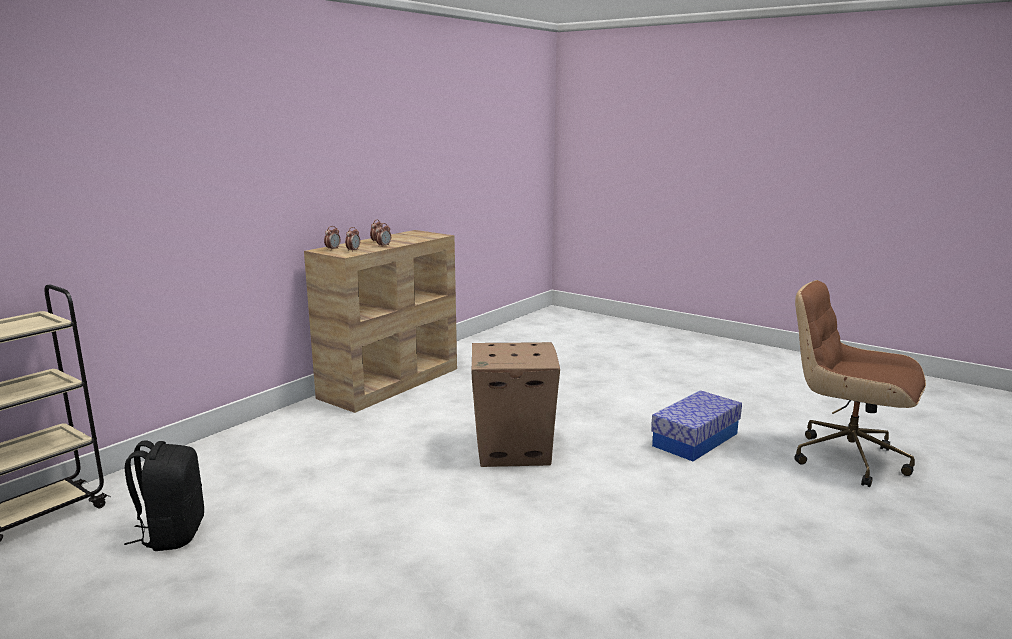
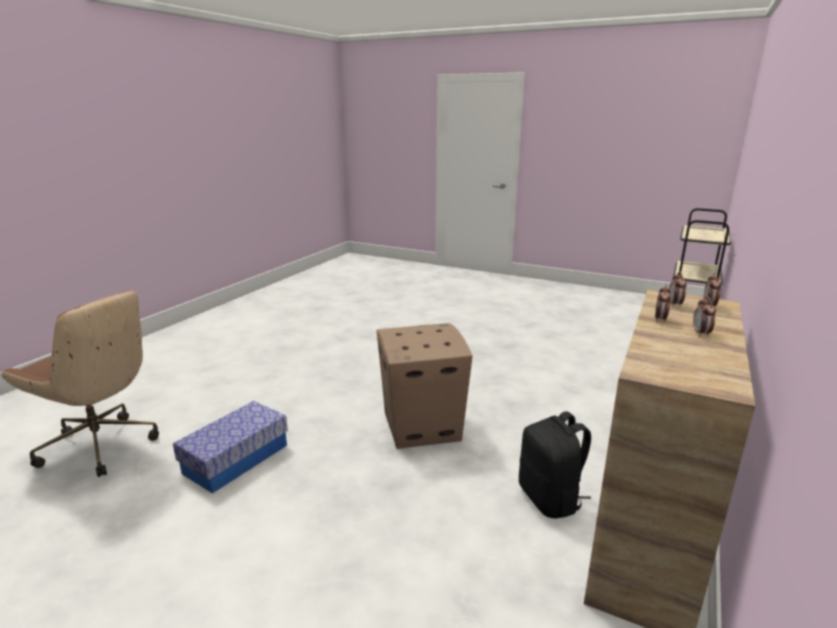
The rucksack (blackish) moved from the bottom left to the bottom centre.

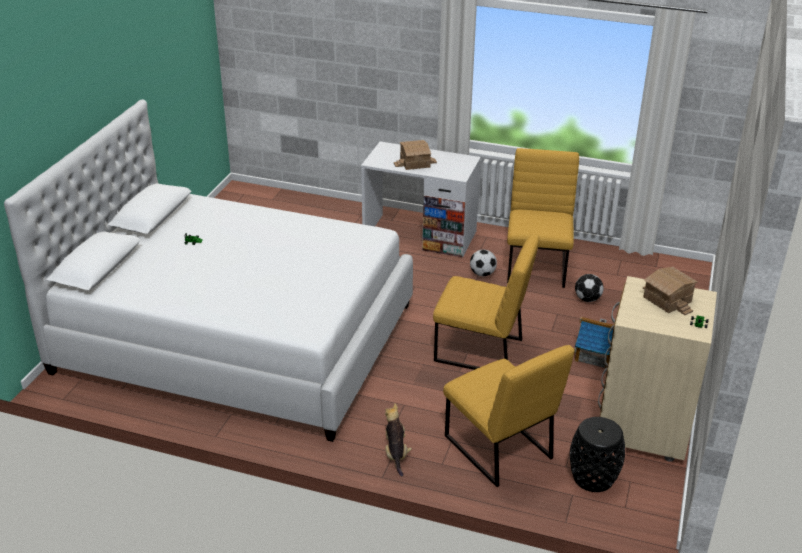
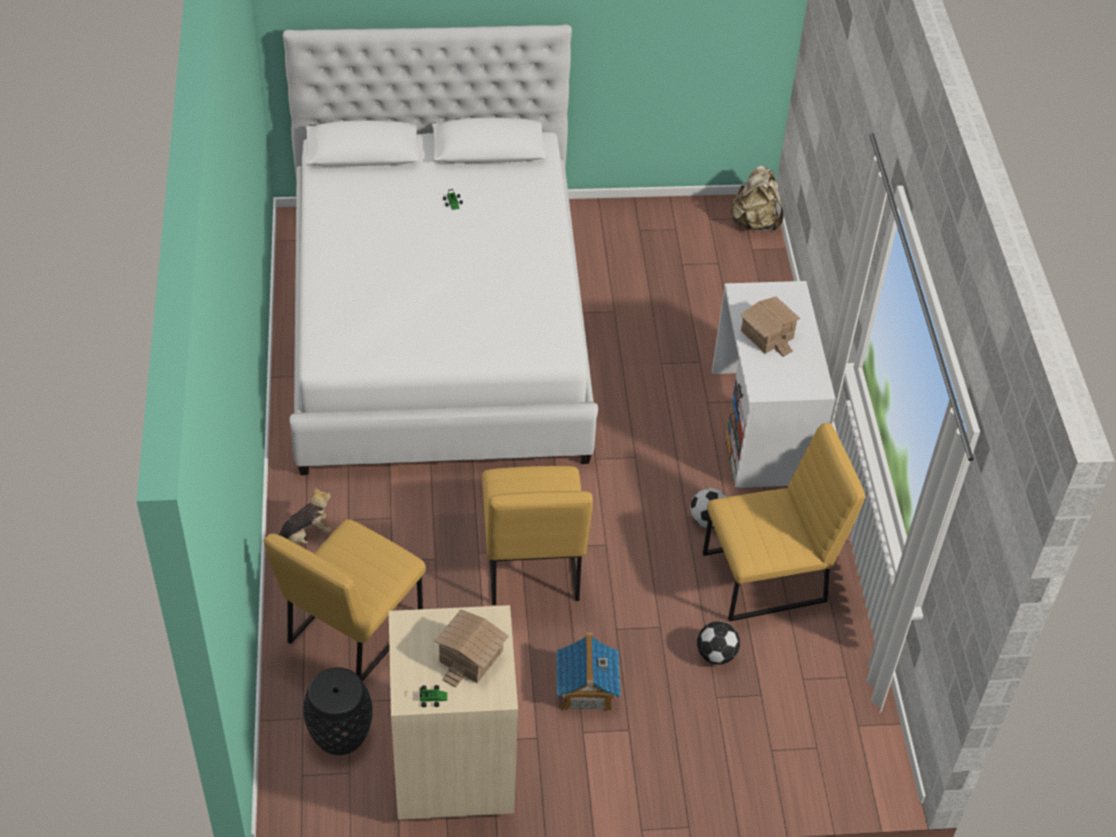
The rucksack (beige-coloured) at the top right appeared.

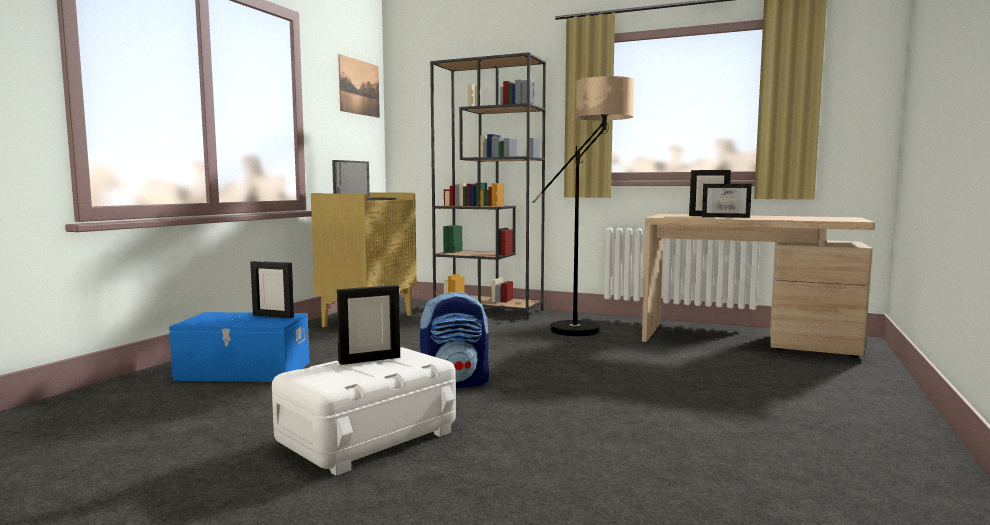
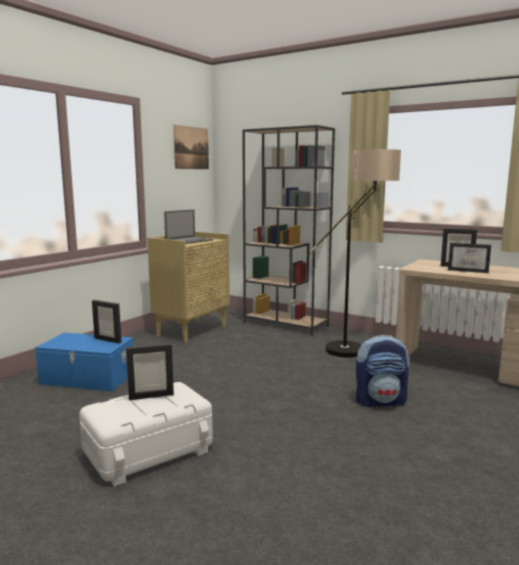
The rucksack moved from the centre to the middle right.

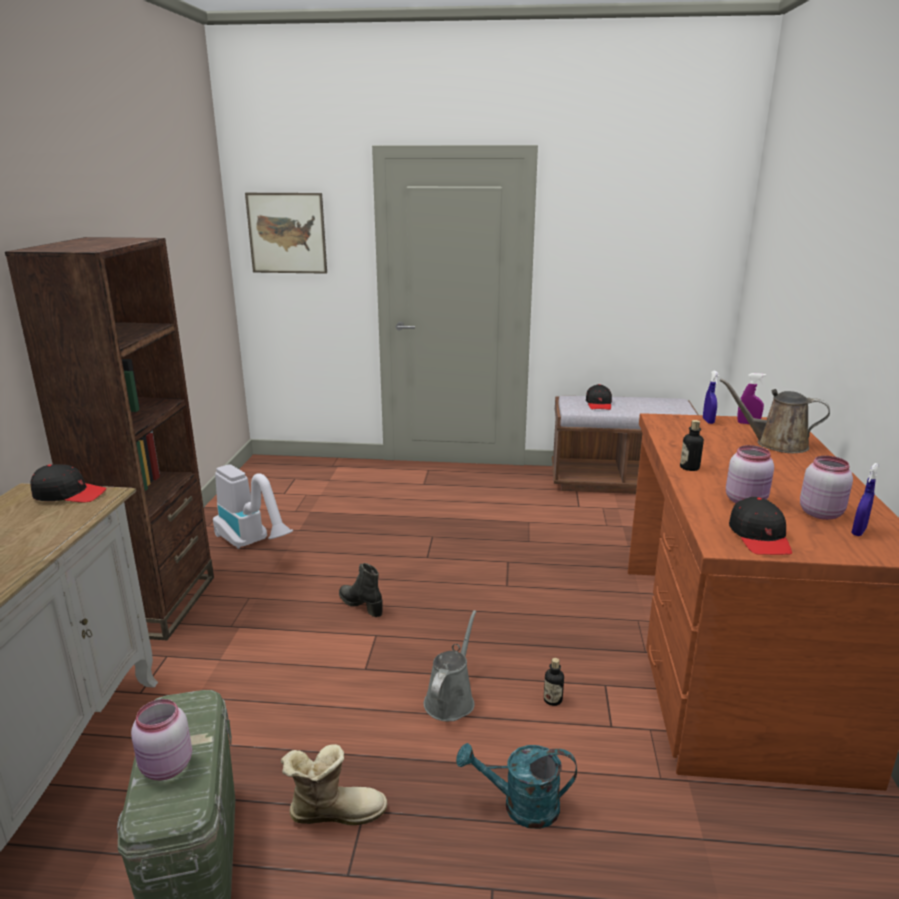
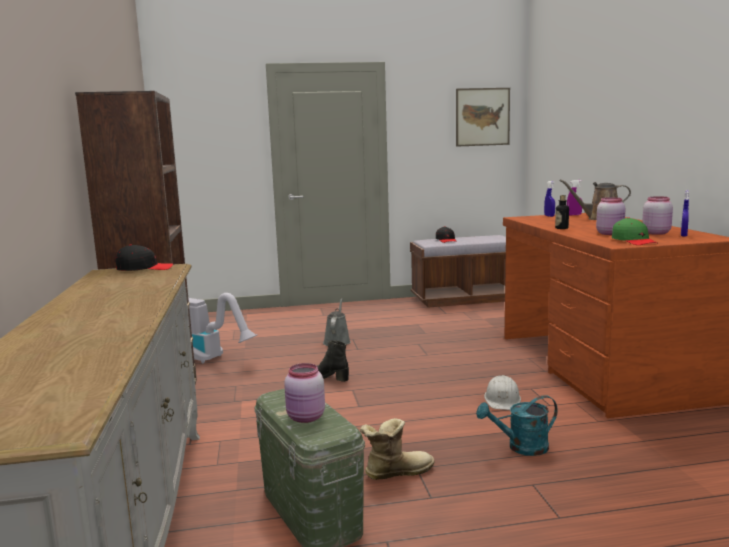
The sprinkling can (grey) moved from the bottom centre to the centre.
The wall art moved from the top left to the top centre.
The drink bottle (1st from left) at the bottom centre was replaced by the safety helmet (white-coloured) at the bottom right.
The baseball cap (blackish) (3rd from left) at the middle right became the baseball cap (greenish) at the middle right.

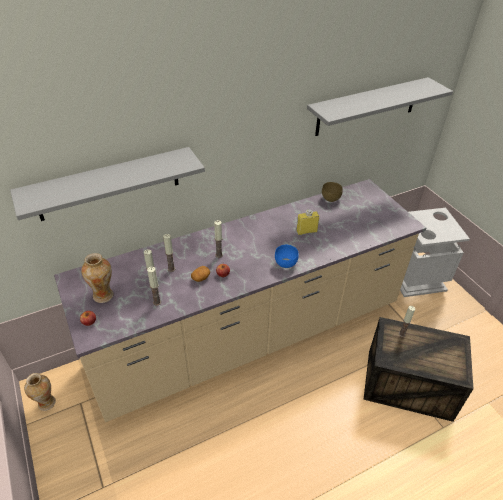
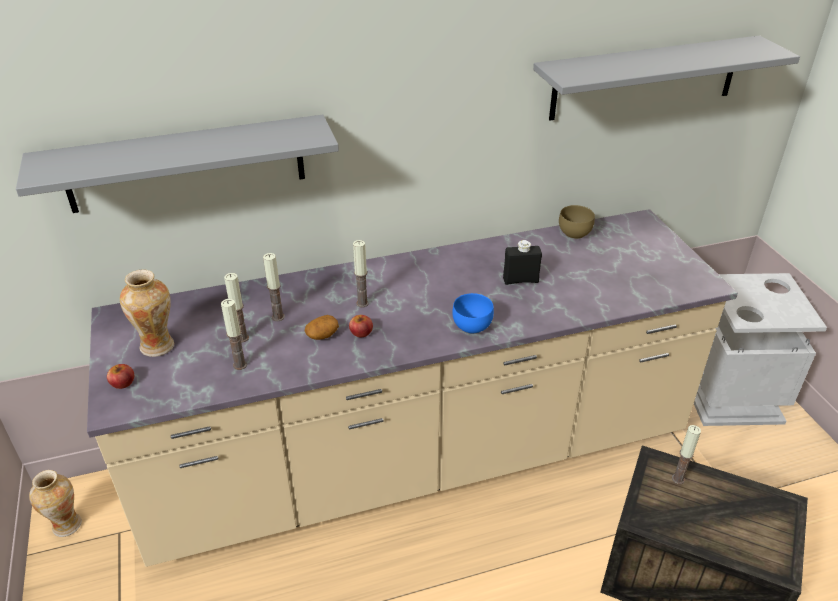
The drink bottle (yellow) at the centre became the drink bottle (blackish) at the centre.

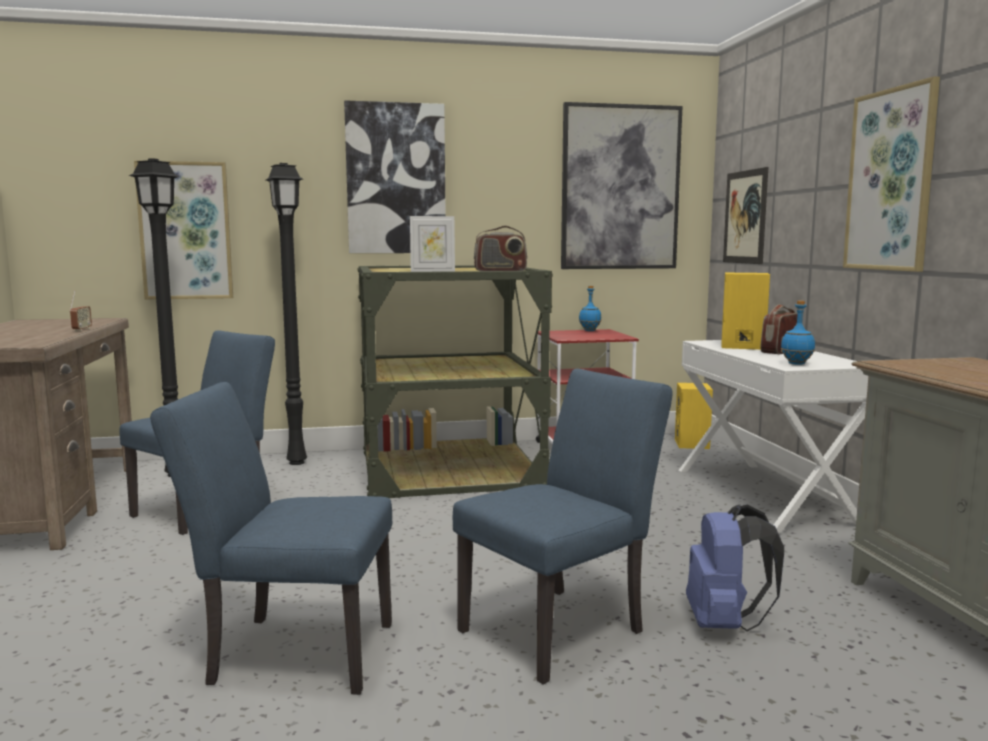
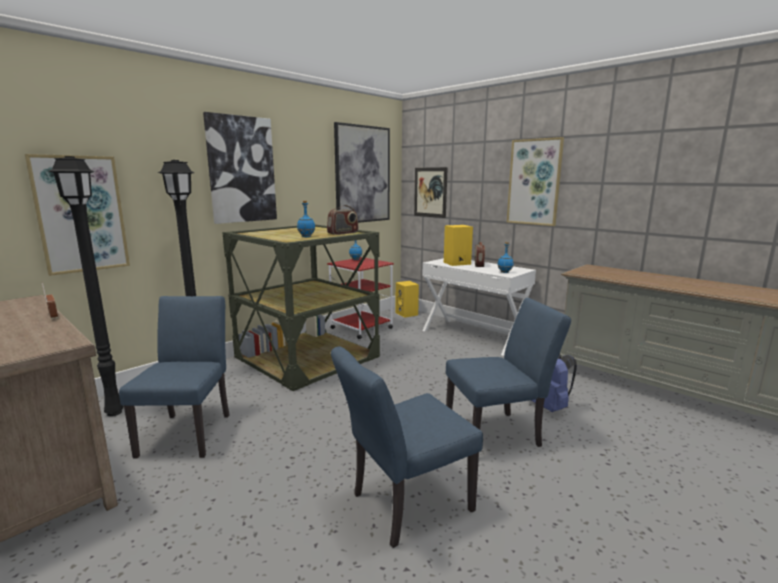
The standing frame at the top centre was replaced by the drink bottle (blue) (1st from left) at the centre.
The upright chair (blue) (3rd from left) at the bottom centre turned 60 degrees clockwise.

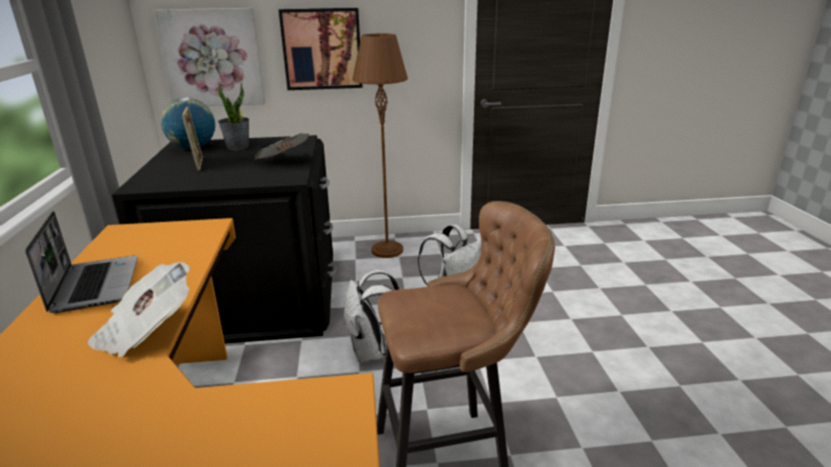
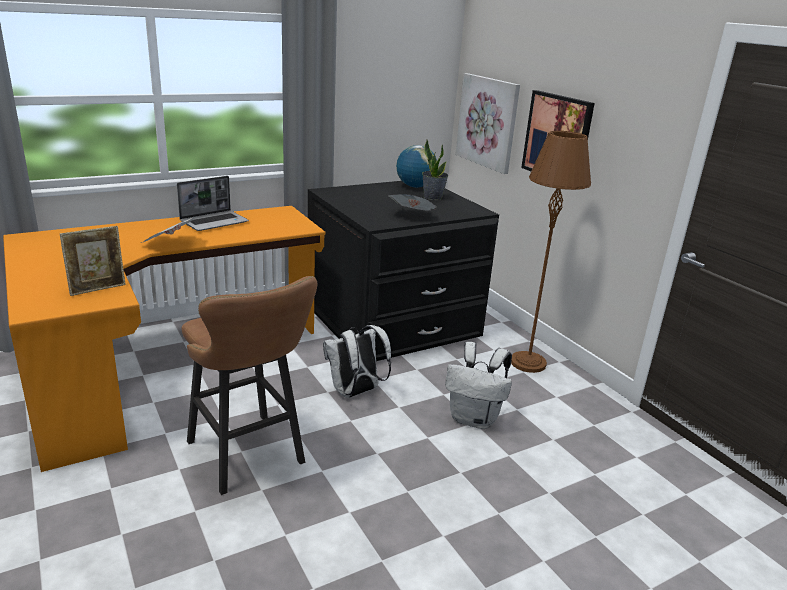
The standing frame moved from the top left to the middle left.

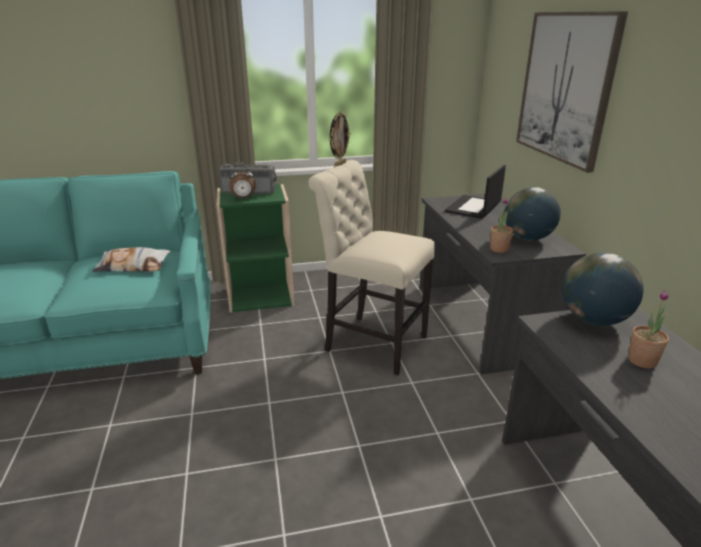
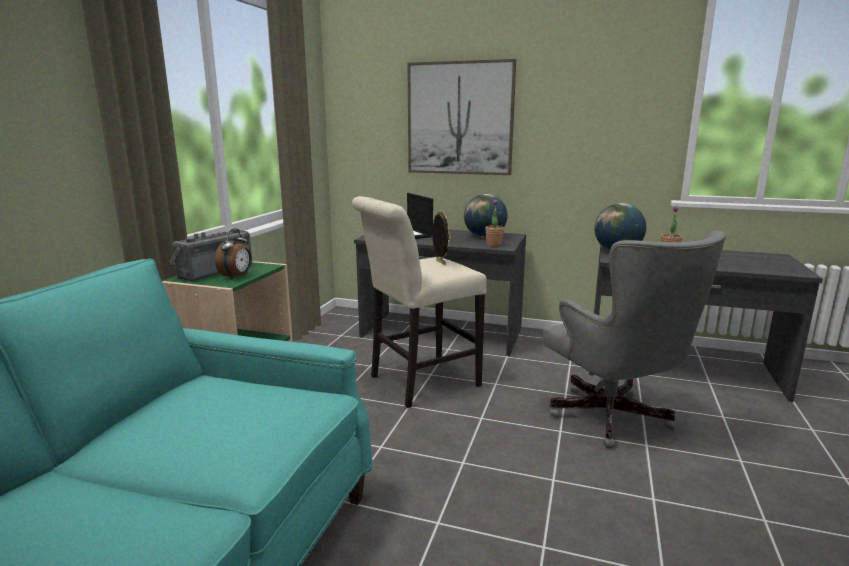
The standing frame moved from the top centre to the centre.
The office chair (grey) at the middle right appeared.
The cushion at the middle left disappeared.

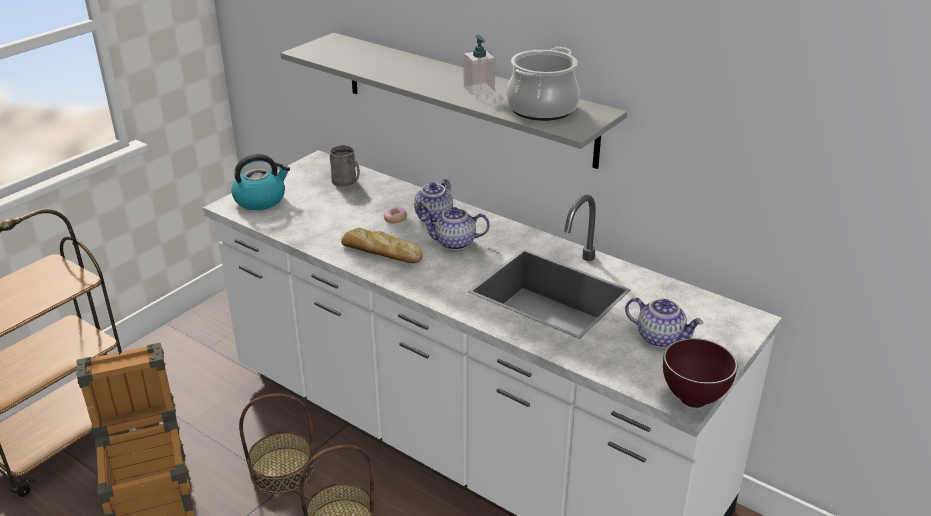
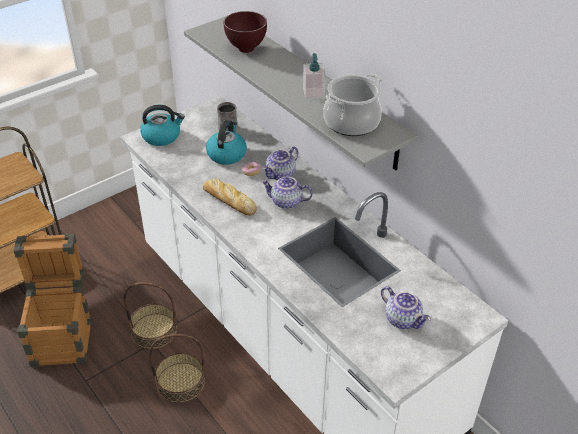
The tea kettle (2nd from left) at the top centre appeared.
The serving bowl (brown-coloured) moved from the bottom right to the top centre.

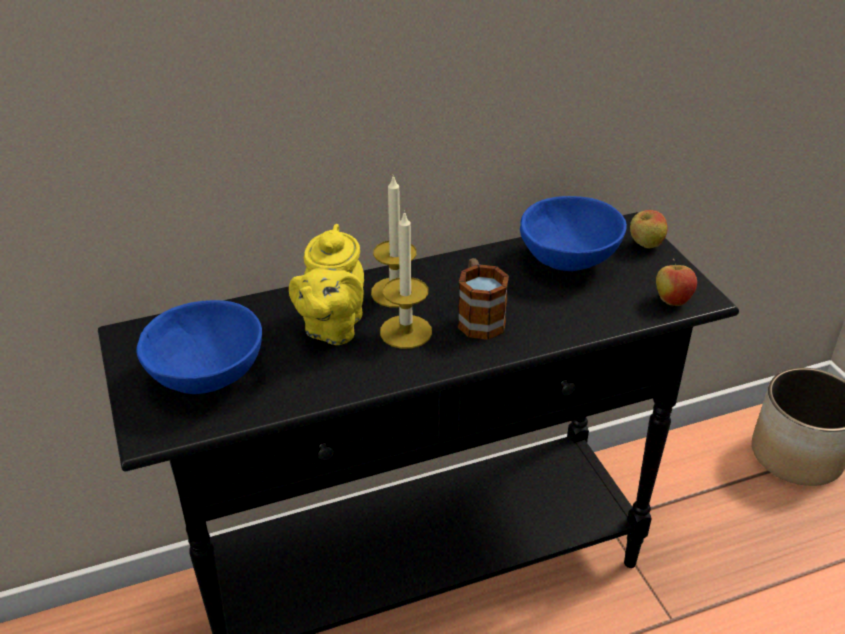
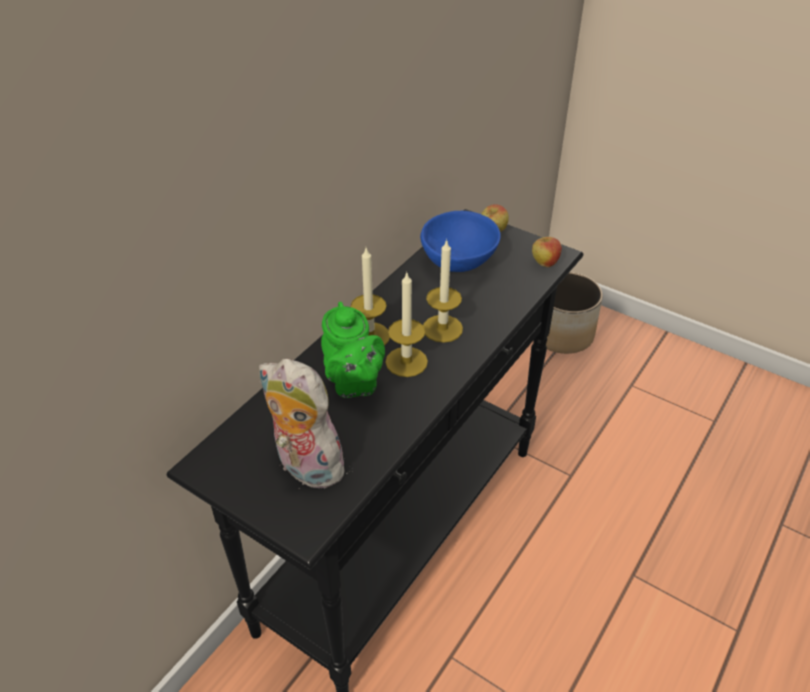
The serving bowl (blue) (1st from left) at the middle left was replaced by the cuddly toy at the centre.
The tea pot (yellow) at the centre became the tea pot (greenish) at the centre.
The coffee mug at the centre was replaced by the wax candle (3rd from left) at the centre.

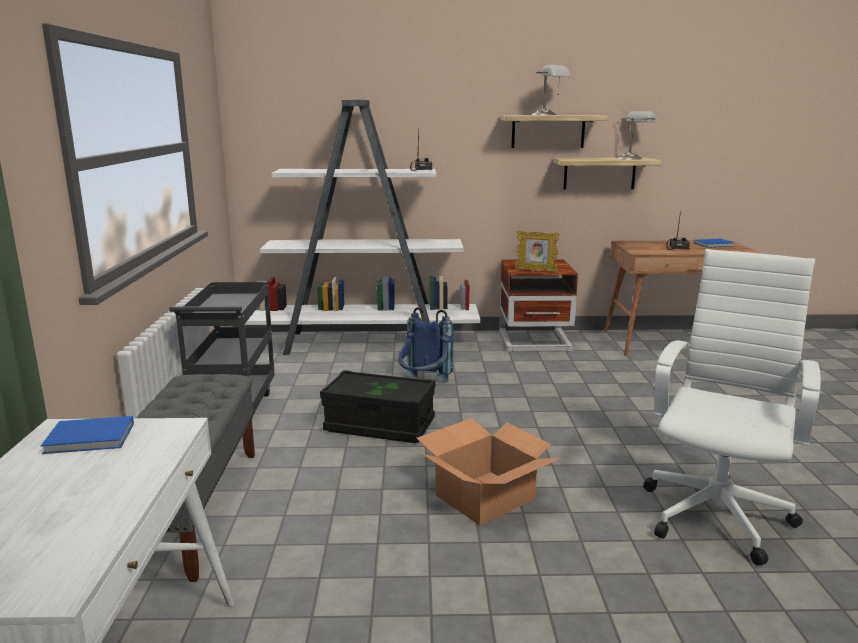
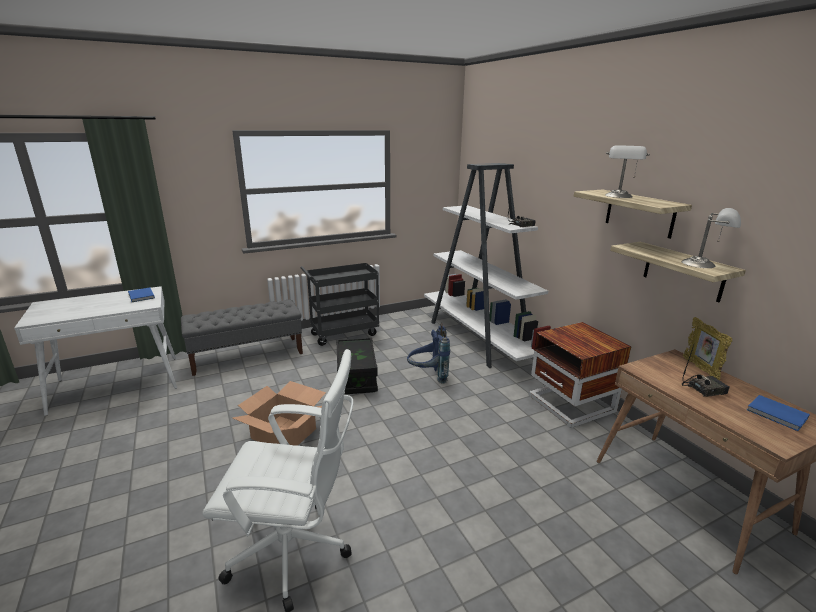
The standing frame moved from the centre to the middle right.

